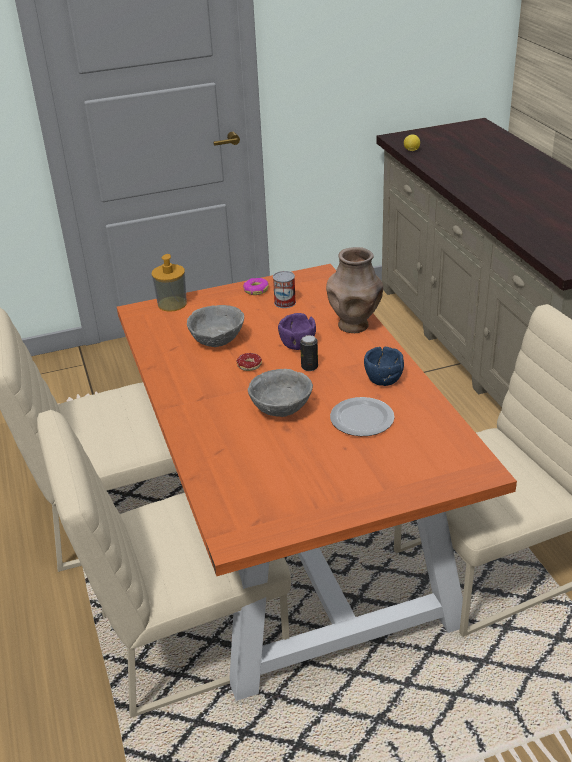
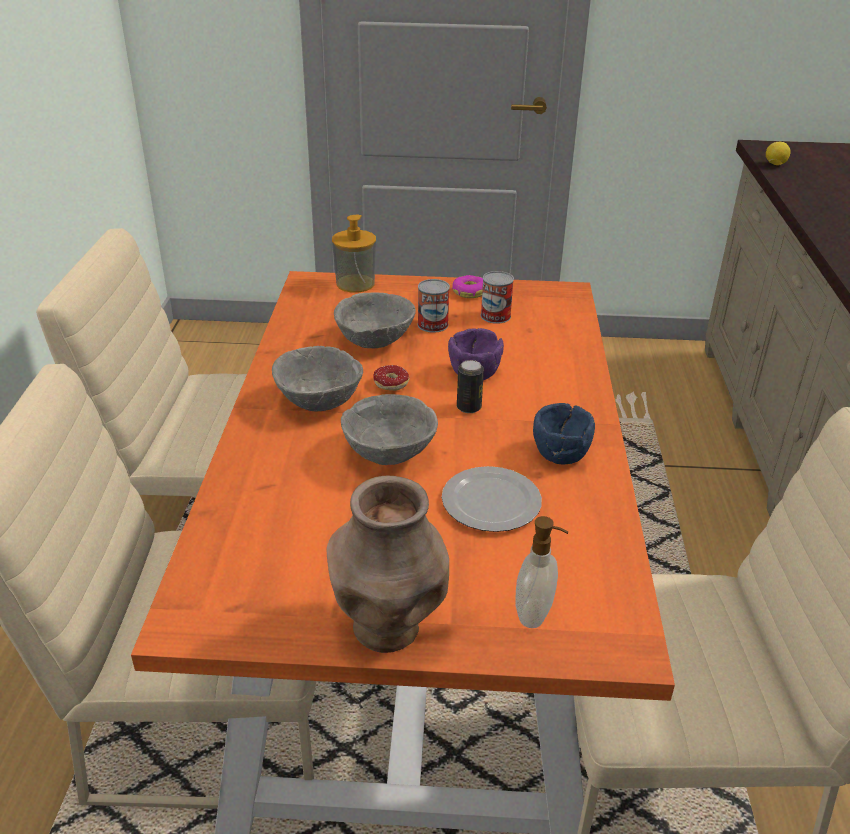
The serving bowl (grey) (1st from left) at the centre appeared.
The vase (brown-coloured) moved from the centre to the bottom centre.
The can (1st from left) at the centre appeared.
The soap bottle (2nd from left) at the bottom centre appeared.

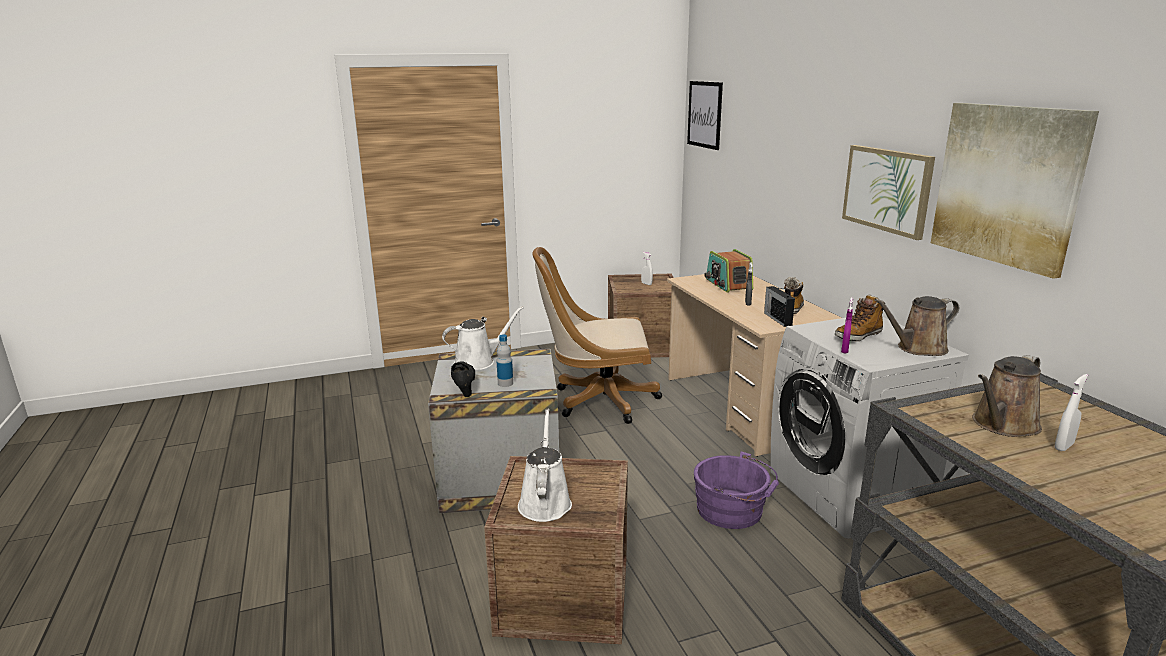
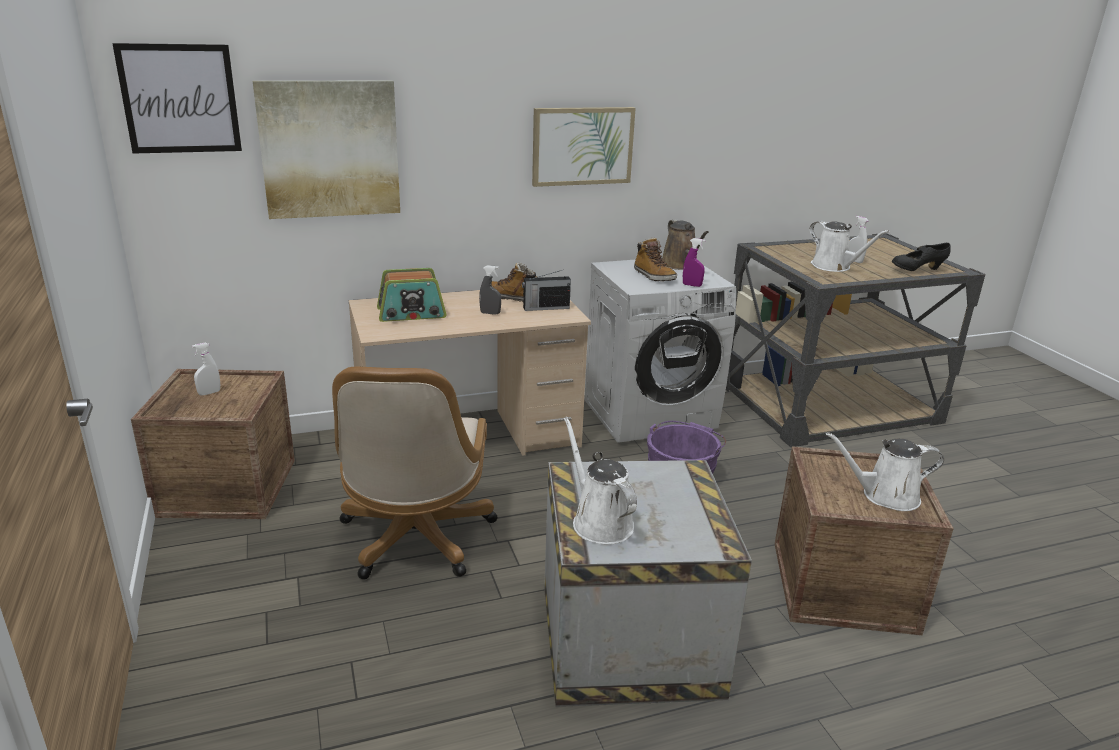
The wall art (3rd from left in the first image) moved from the top right to the top left.
The sprinkling can (brown-coloured) (2nd from left) at the middle right became the sprinkling can (white-coloured) (2nd from left) at the top right.
The shoe (blackish) moved from the centre to the middle right.
The drink bottle at the centre disappeared.

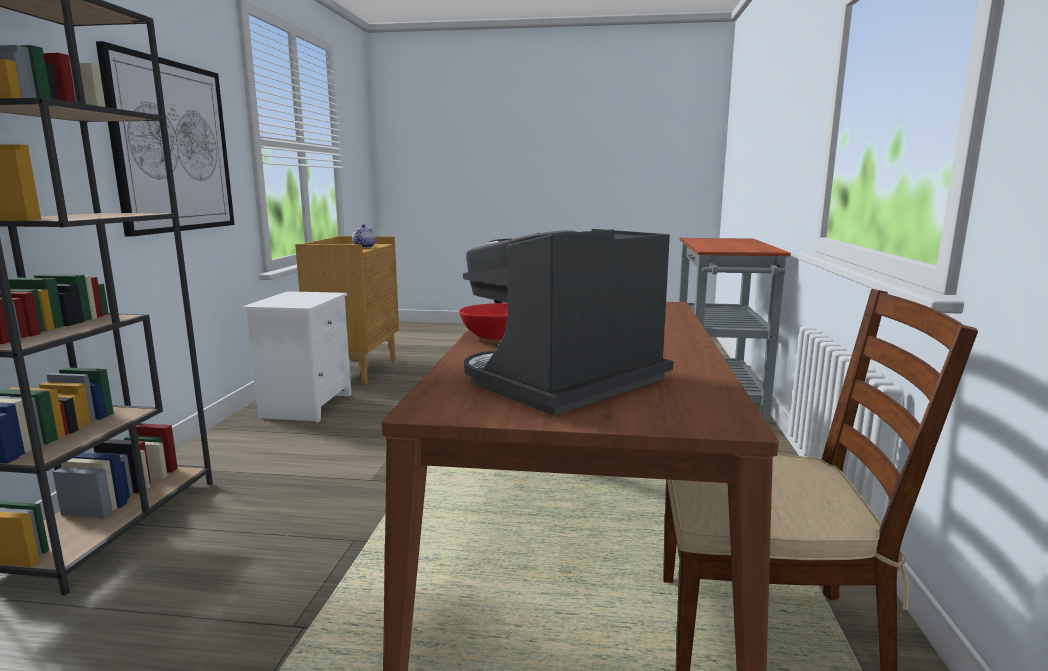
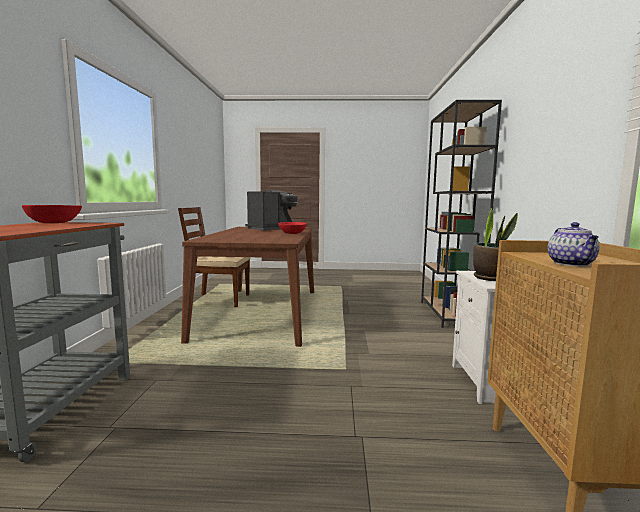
The serving bowl (red-coloured) (1st from left) at the middle left appeared.
The plant in a pot at the middle right appeared.
The wall art at the top left disappeared.

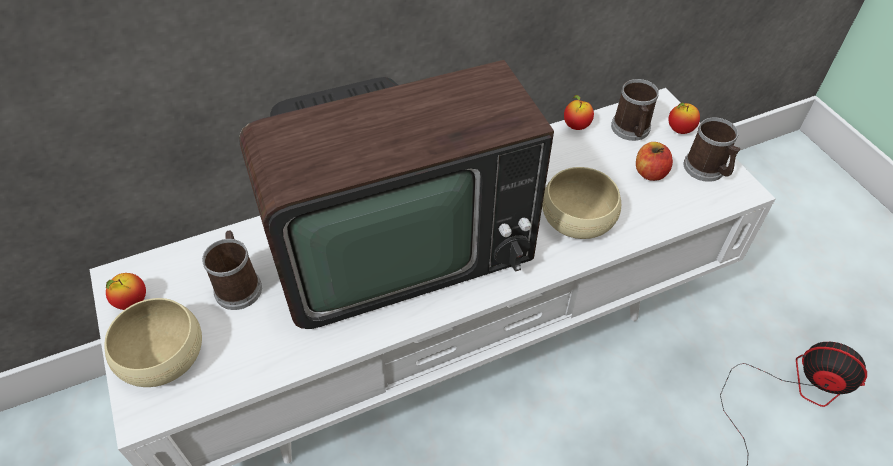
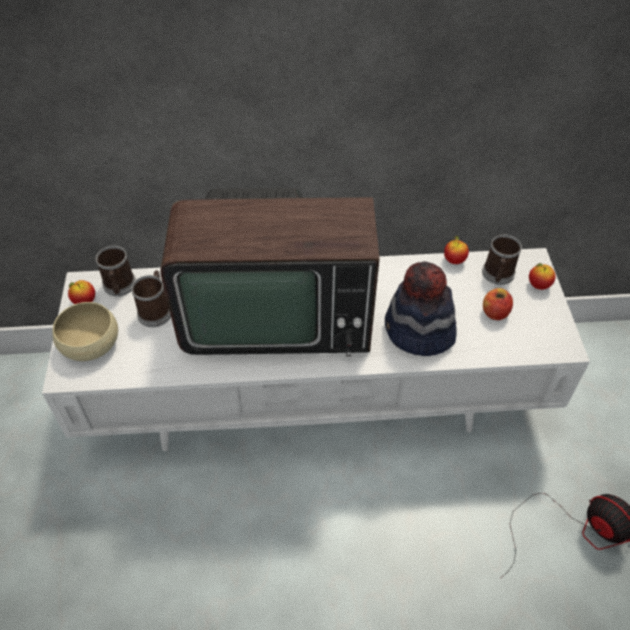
The coffee mug (3rd from left in the first image) moved from the top right to the middle left.
The serving bowl (beige-coloured) (2nd from left) at the centre was replaced by the clothing hat at the middle right.

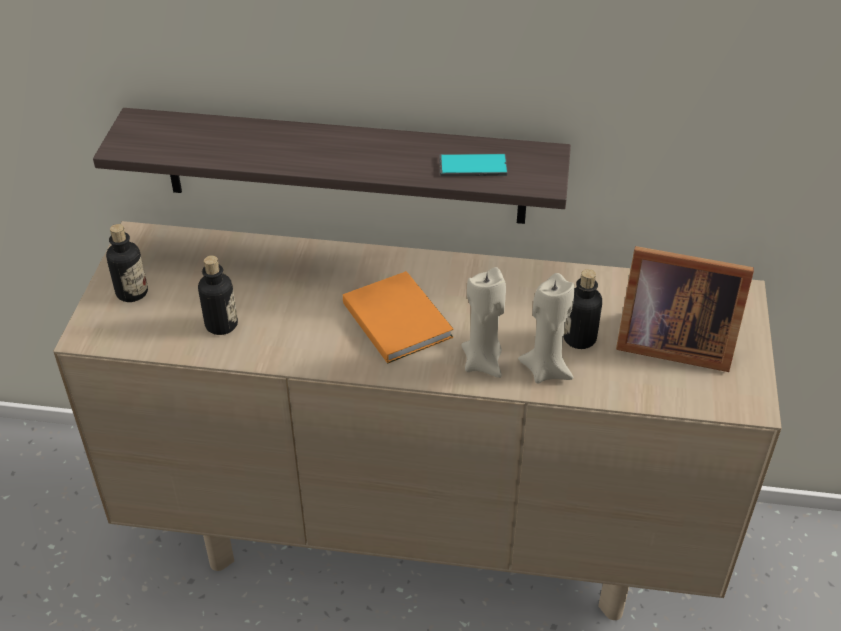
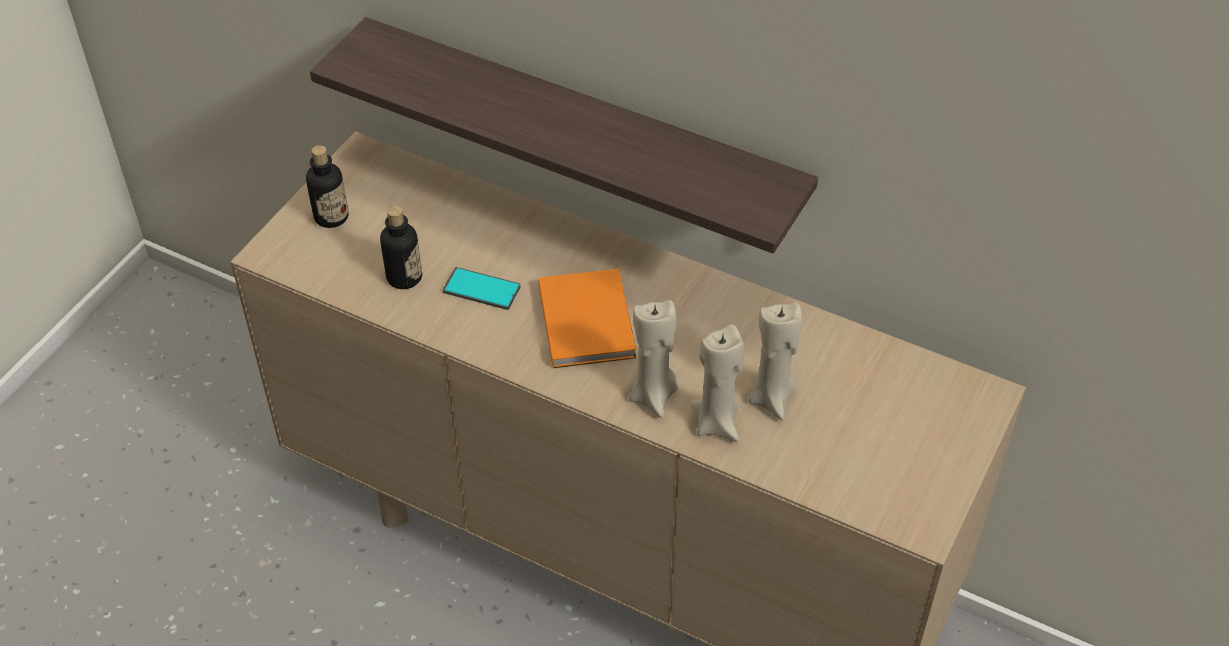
The handset moved from the top centre to the centre.
The drink bottle (3rd from left) at the middle right was replaced by the wax candle (beige-coloured) (3rd from left) at the centre.
The standing frame at the middle right disappeared.

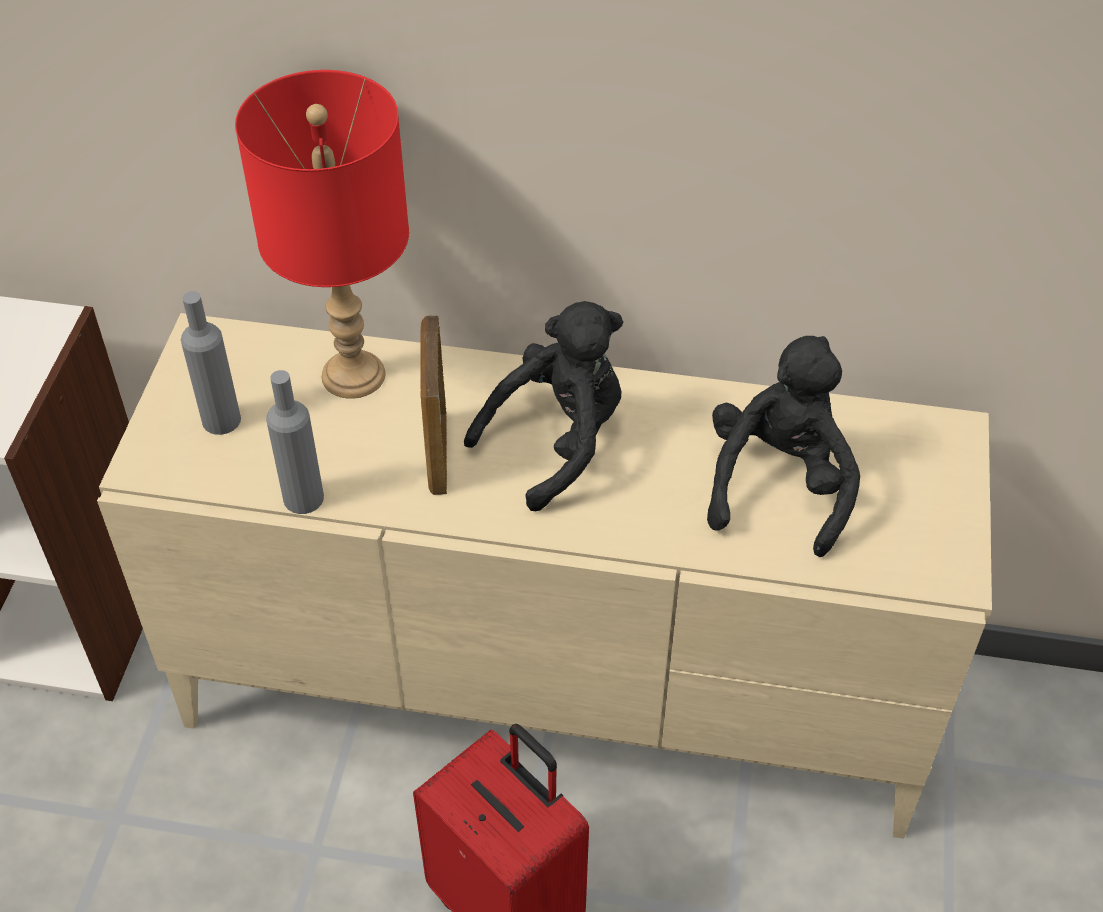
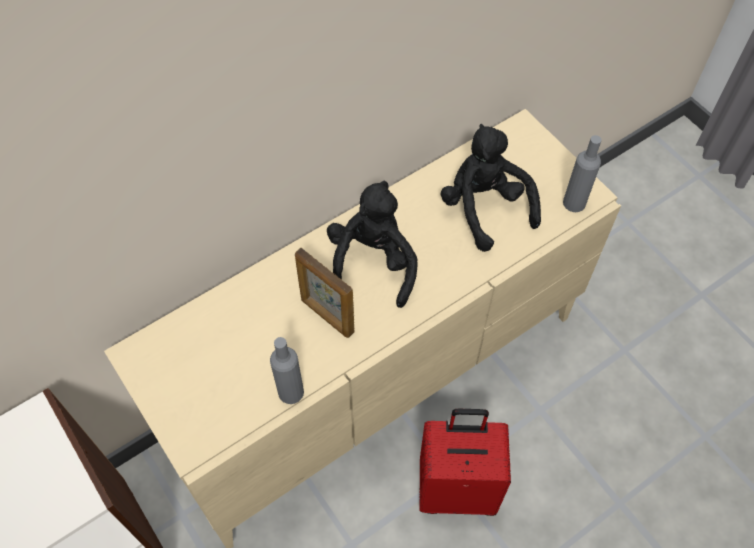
The drink bottle (grey) (1st from left in the first image) moved from the middle left to the top right.
The tabletop lamp (red-coloured) at the top left disappeared.

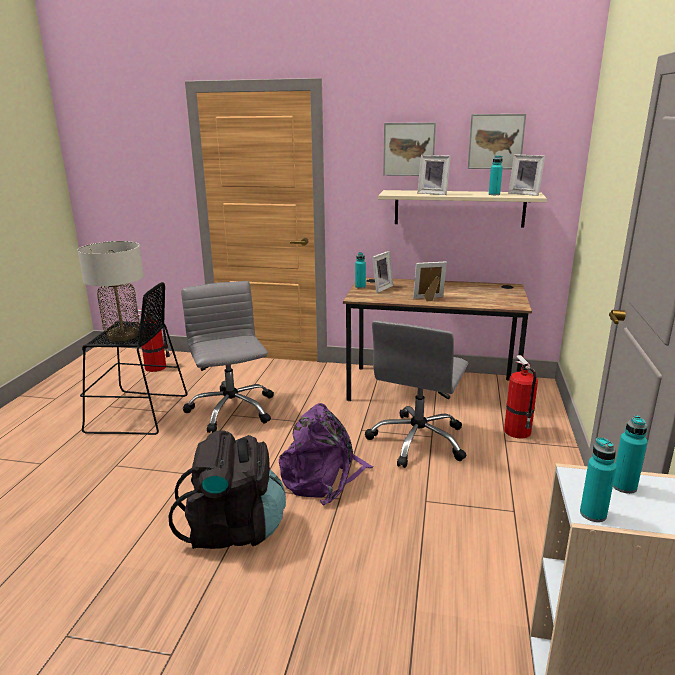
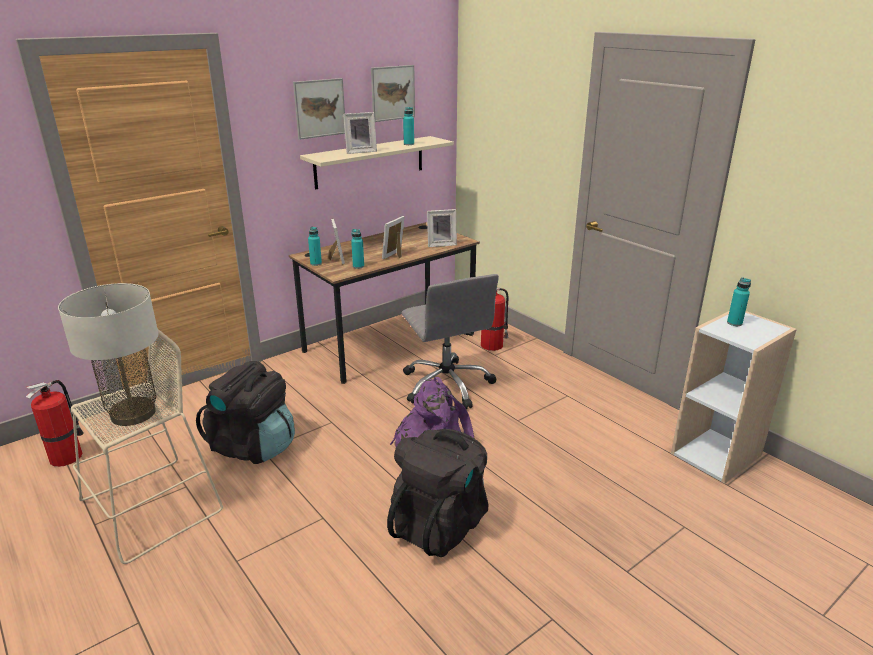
The stool (blackish) at the middle left became the stool (beige-coloured) at the bottom left.
The office chair (grey) (1st from left) at the centre was replaced by the rucksack (blackish) (1st from left) at the middle left.
The drink bottle (turquoise) (3rd from left in the first image) moved from the bottom right to the centre.
The standing frame (4th from left) moved from the top right to the centre.

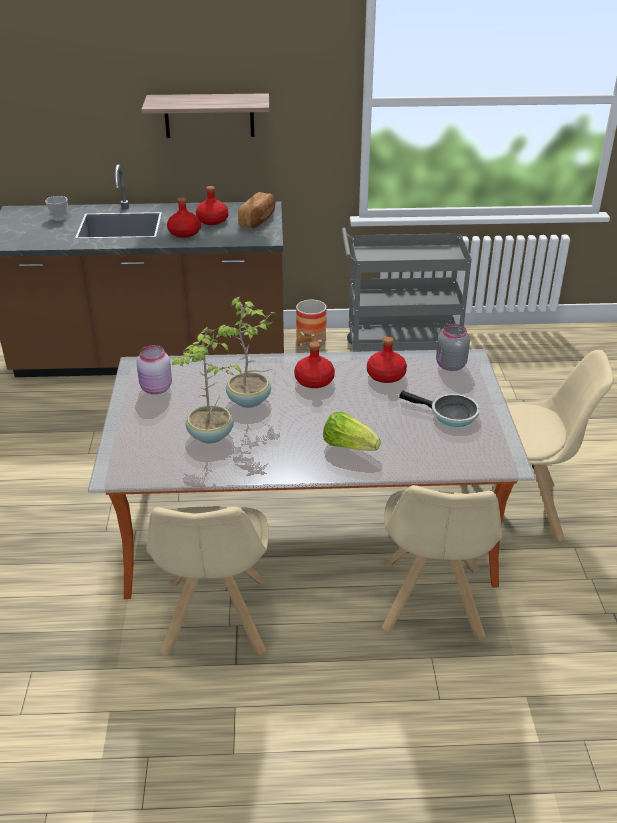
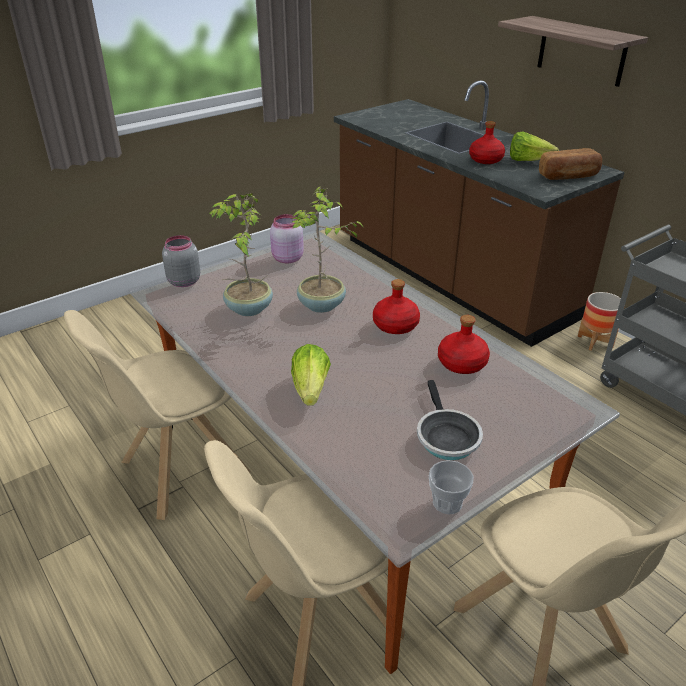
The preserve jar (grey) moved from the middle right to the middle left.
The cup moved from the top left to the bottom centre.
The drink bottle (red-coloured) (2nd from left) at the top centre was replaced by the lettuce (2nd from left) at the top right.

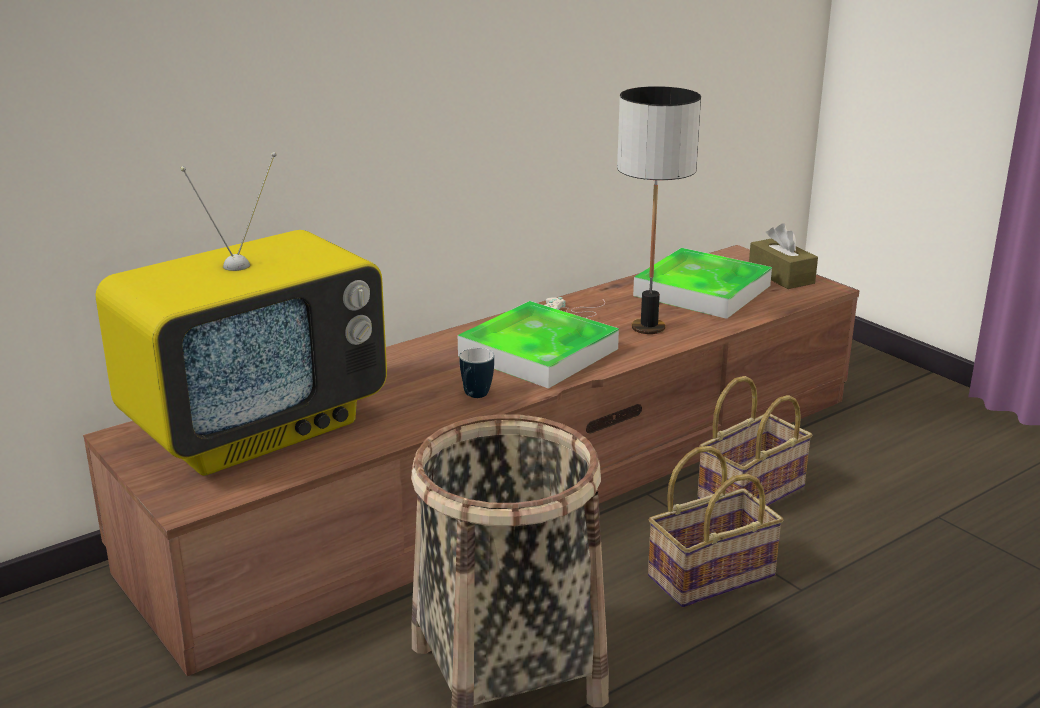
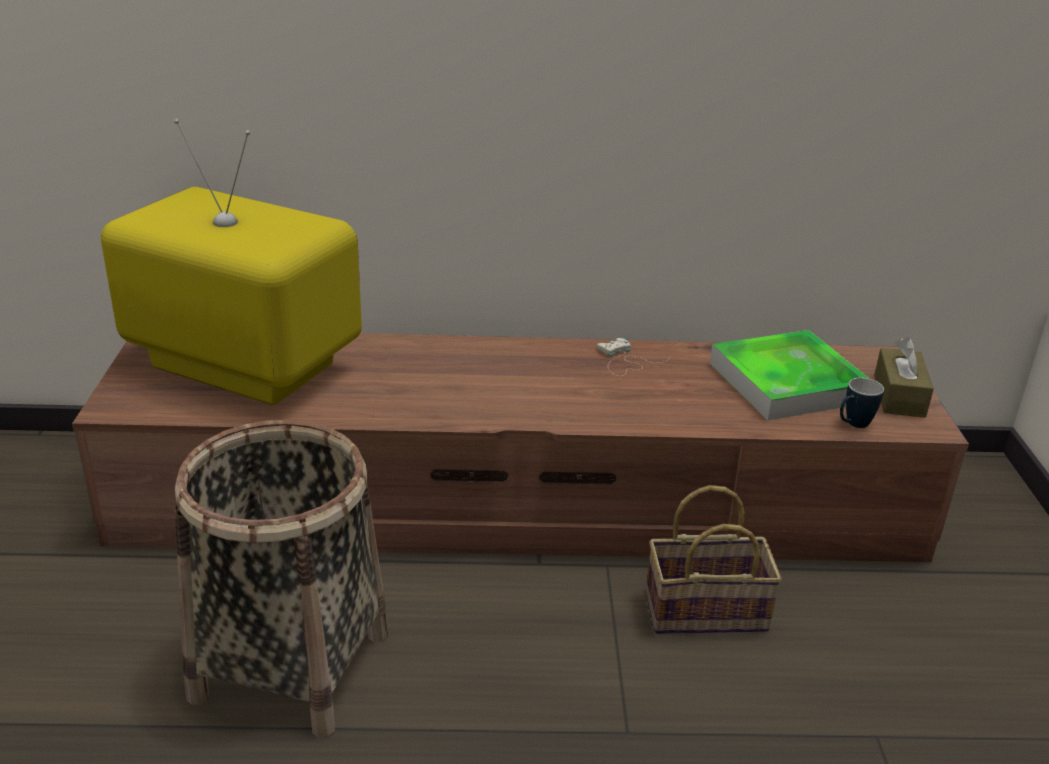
The TV at the middle left turned 150 degrees counterclockwise.
The coffee mug moved from the centre to the middle right.
The tray (1st from left) at the centre disappeared.
The tabletop lamp at the top centre disappeared.
The storage basket (2nd from left) at the bottom right disappeared.

